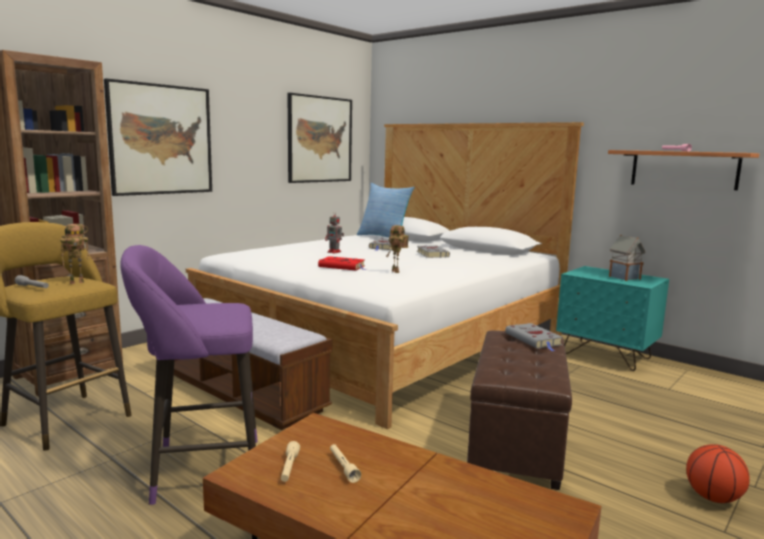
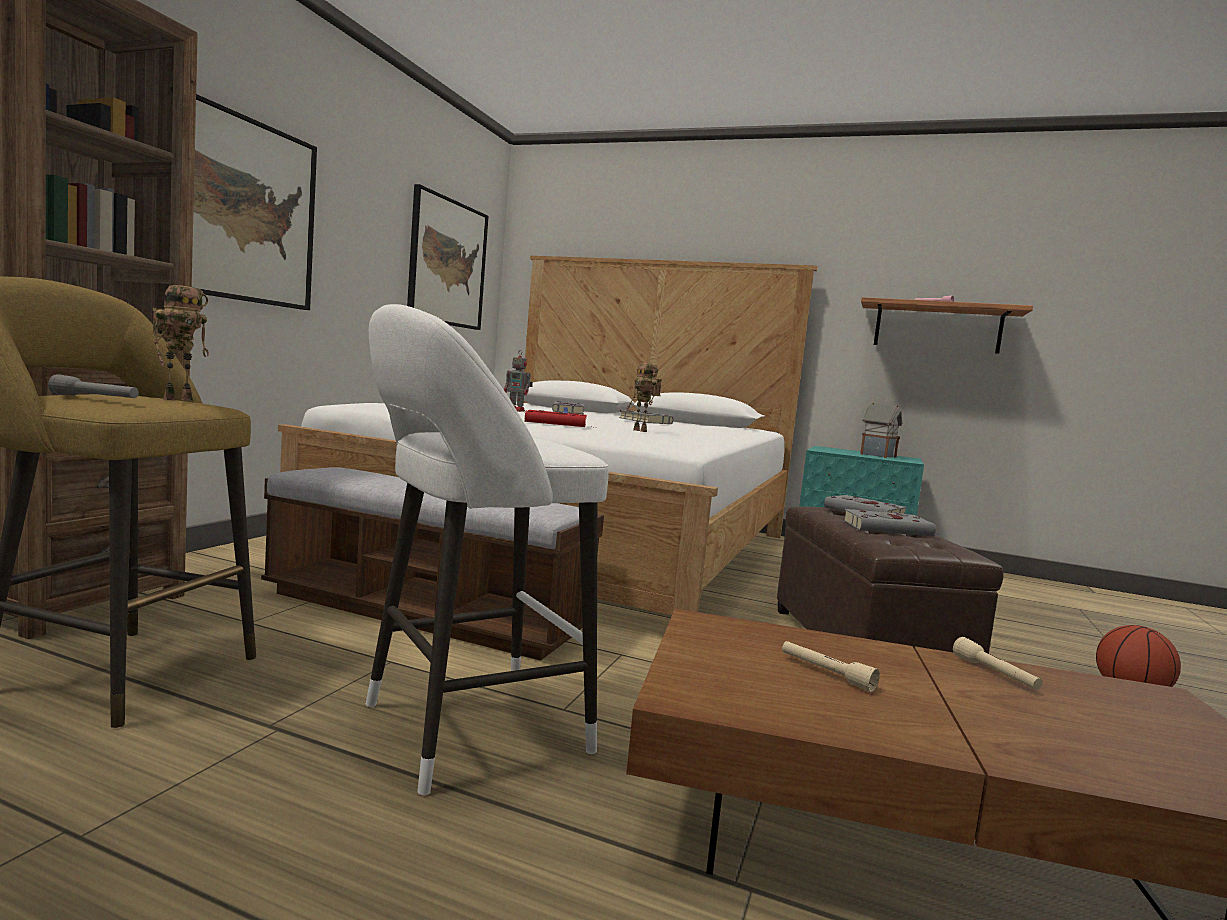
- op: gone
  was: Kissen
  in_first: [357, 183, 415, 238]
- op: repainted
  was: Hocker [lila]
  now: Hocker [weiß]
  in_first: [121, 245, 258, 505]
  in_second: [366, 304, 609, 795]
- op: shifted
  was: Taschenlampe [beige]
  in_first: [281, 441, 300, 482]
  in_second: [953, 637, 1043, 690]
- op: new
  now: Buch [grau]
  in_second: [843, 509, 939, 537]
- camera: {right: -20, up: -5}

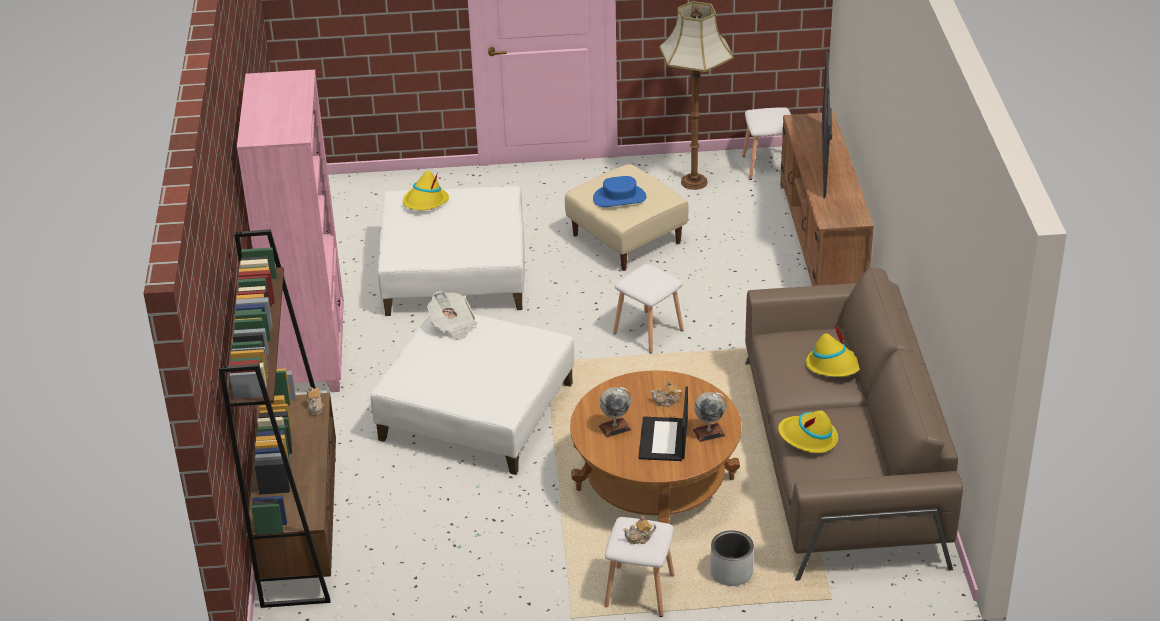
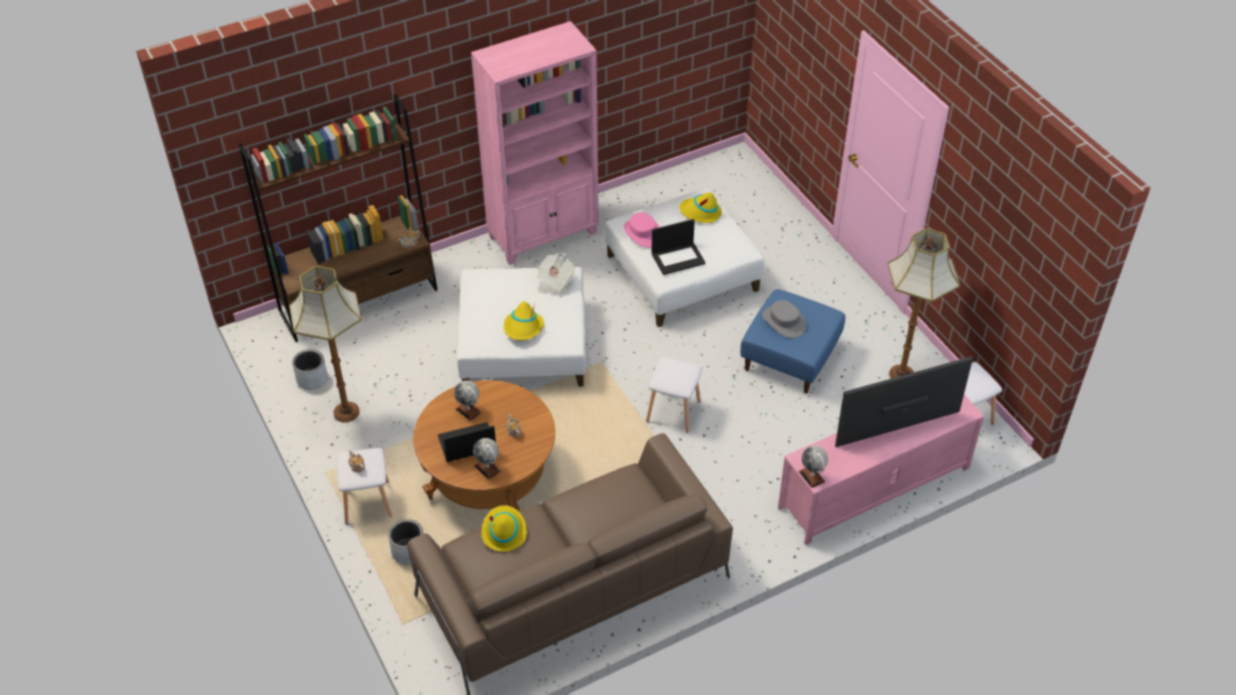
- op: repainted
  was: Fernsehschrank [braun]
  now: Fernsehschrank [rosa]
  in_first: [780, 112, 874, 286]
  in_second: [778, 395, 984, 545]
- op: repainted
  was: Polsterhocker [beige]
  now: Polsterhocker [blau]
  in_first: [565, 164, 689, 271]
  in_second: [740, 289, 845, 394]
- op: repainted
  was: Hut [blau]
  now: Hut [grau]
  in_first: [593, 176, 646, 207]
  in_second: [762, 300, 806, 338]
- op: shifted
  was: Hut [gelb]
  in_first: [806, 323, 860, 377]
  in_second: [504, 301, 544, 340]
- op: new
  now: Hut [rosa]
  in_second: [624, 212, 660, 248]
- op: new
  now: Laptop
  in_second: [652, 219, 706, 275]
- op: new
  now: Stehlampe
  in_second: [289, 266, 362, 422]
- op: new
  now: Pflanzkübel [grau]
  in_second: [292, 349, 328, 390]
- op: new
  now: Globus
  in_second: [799, 446, 828, 488]
- camera: {right: 65, up: 10}

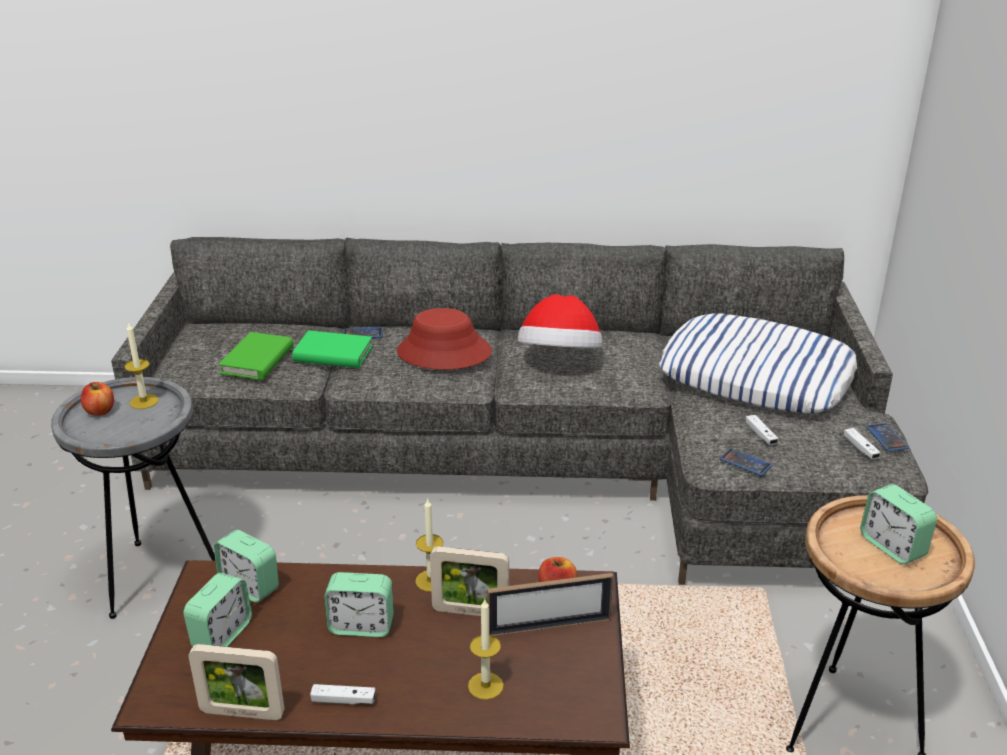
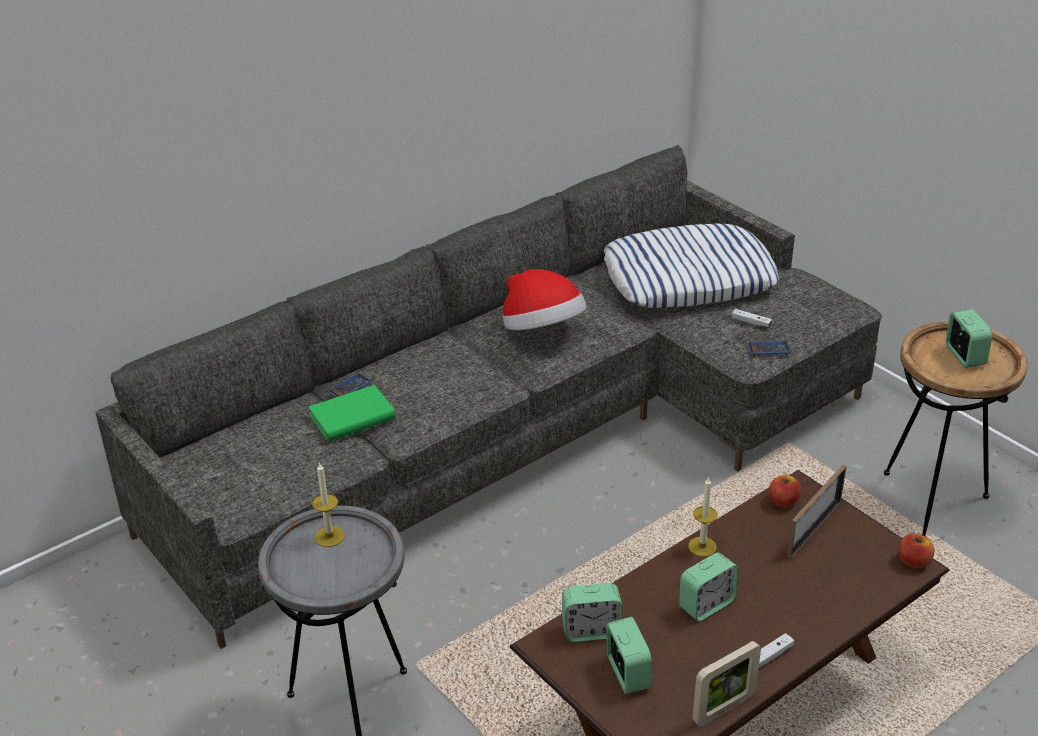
- op: gone
  was: Hut [rot]
  in_first: [397, 308, 492, 370]
- op: gone
  was: Buch [grün]
  in_first: [218, 332, 294, 380]
- op: shifted
  was: Apfel
  in_first: [81, 382, 114, 416]
  in_second: [898, 534, 935, 568]
- op: gone
  was: Handy
  in_first: [866, 423, 909, 451]
- op: gone
  was: Gamepad [weiß]
  in_first: [844, 428, 881, 459]
- op: rotated
  was: Wecker
  in_first: [860, 484, 937, 564]
  in_second: [946, 309, 992, 368]
  clockwise: -120
- op: gone
  was: Bilderrahmen
  in_first: [430, 546, 509, 616]
- op: gone
  was: Kerze
  in_first: [468, 599, 504, 700]
- camera: {right: -40, up: 5}

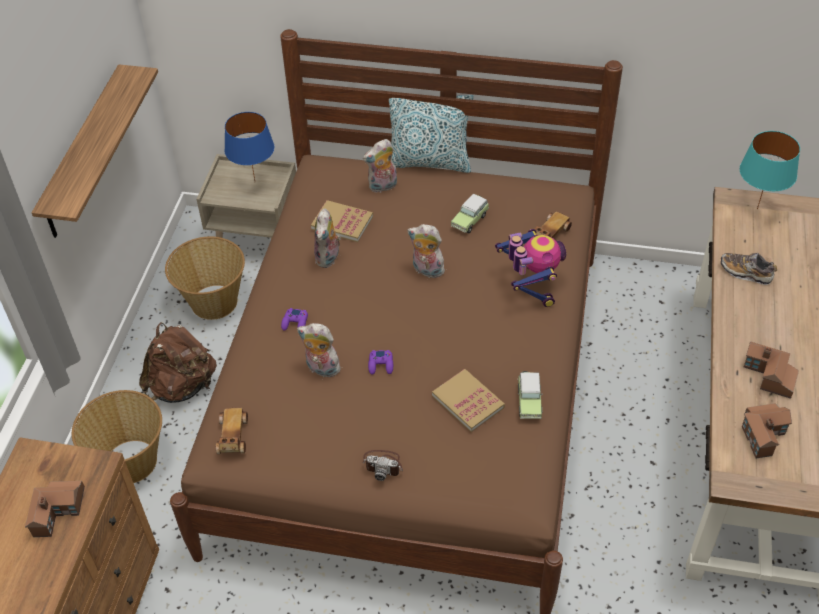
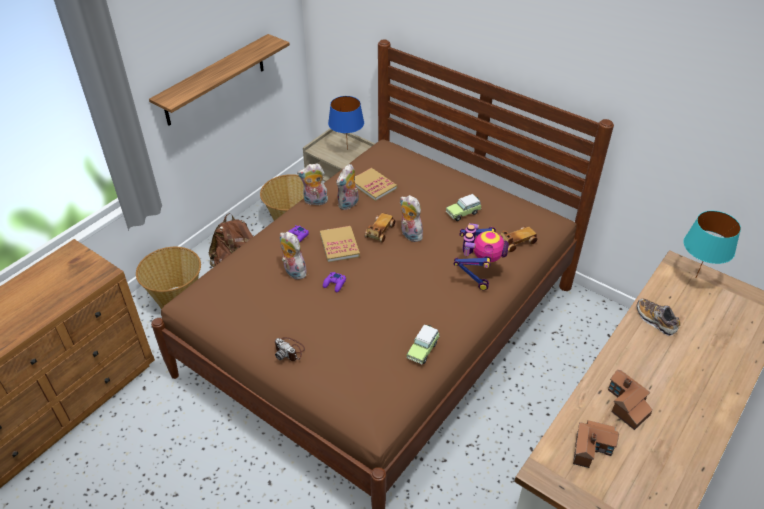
- op: gone
  was: Kissen
  in_first: [389, 95, 474, 173]
- op: shifted
  was: Plüschtier
  in_first: [363, 139, 397, 193]
  in_second: [297, 163, 330, 206]
- op: shifted
  was: Buch
  in_first: [432, 369, 505, 432]
  in_second: [320, 226, 360, 263]
- op: shifted
  was: Spielzeugauto
  in_first: [216, 408, 248, 454]
  in_second: [364, 213, 395, 243]
- op: gone
  was: Spielzeughaus
  in_first: [25, 481, 85, 537]
- camera: {right: 25, up: -5}

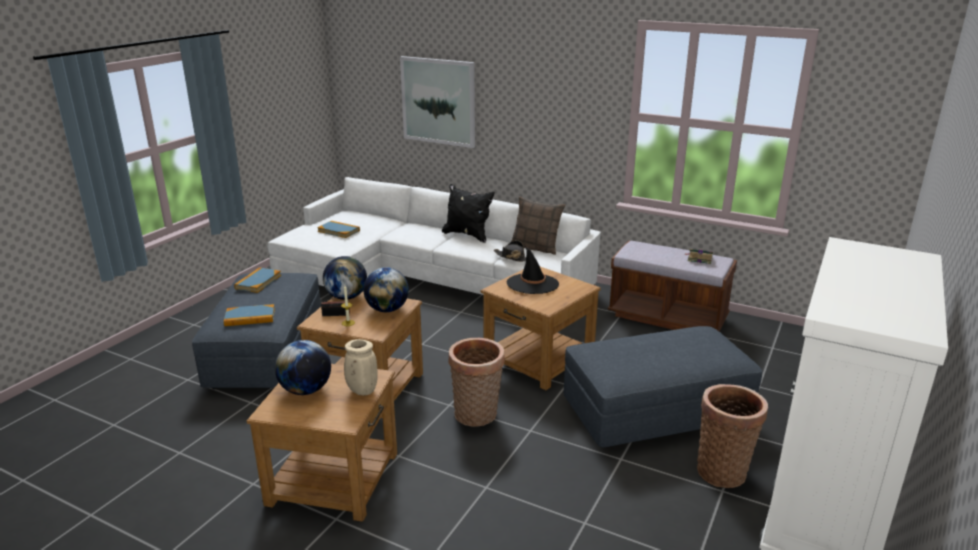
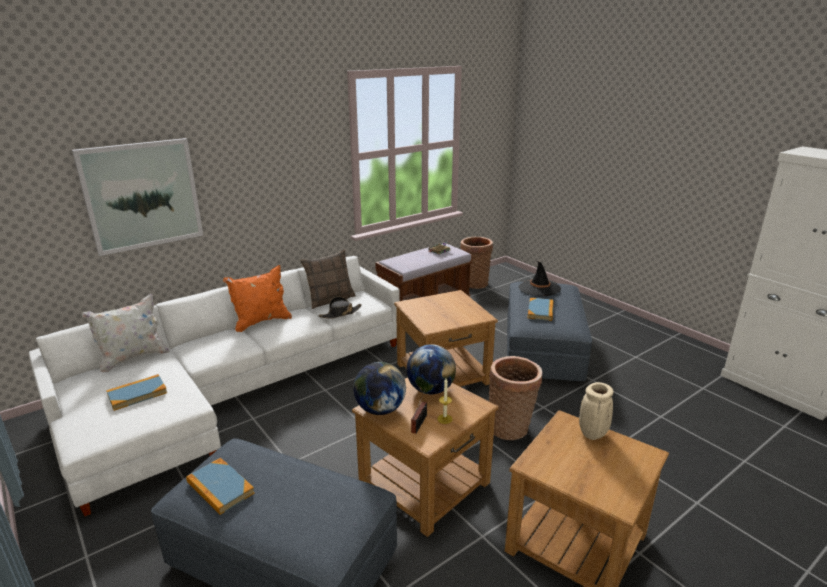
- op: repainted
  was: Kissen [schwarz]
  now: Kissen [orange]
  in_first: [442, 184, 495, 243]
  in_second: [223, 265, 292, 332]
- op: shifted
  was: Hut [schwarz]
  in_first: [507, 246, 559, 294]
  in_second: [519, 261, 561, 296]
- op: shifted
  was: Buch
  in_first: [224, 304, 275, 326]
  in_second: [528, 298, 553, 321]
- op: gone
  was: Globus
  in_first: [275, 340, 331, 395]
- op: shifted
  was: Korb
  in_first: [697, 384, 768, 488]
  in_second: [460, 237, 493, 289]
- op: new
  now: Kissen [weiß]
  in_second: [82, 294, 170, 373]
- camera: {right: -65, up: 0}

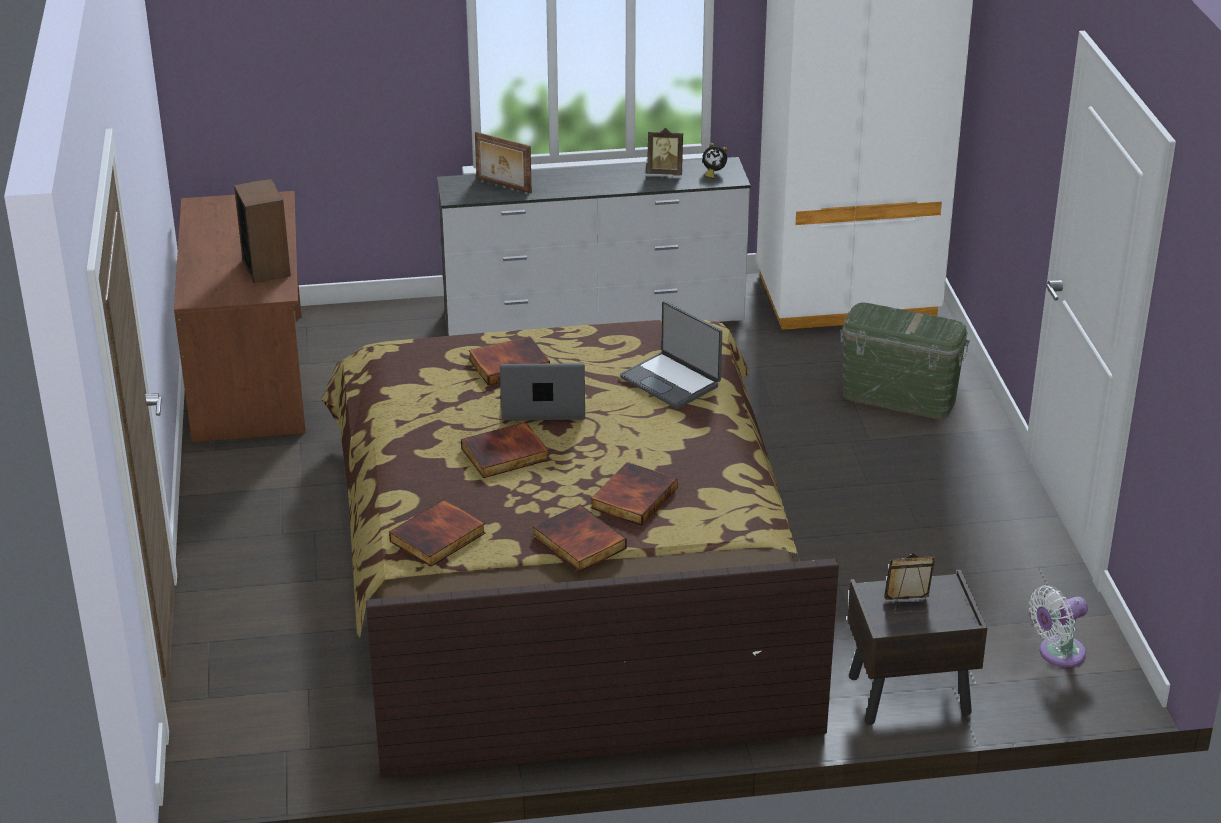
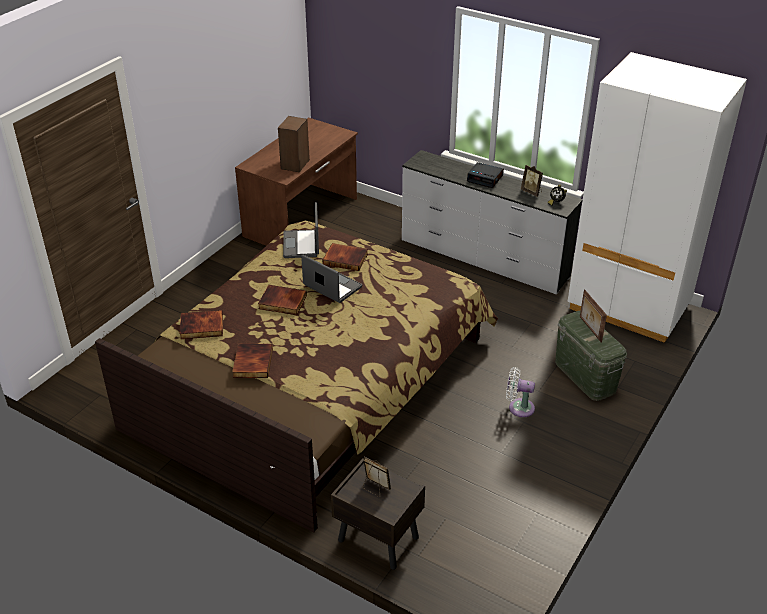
- op: shifted
  was: Bilderrahmen
  in_first: [475, 132, 532, 193]
  in_second: [580, 290, 607, 343]
- op: shifted
  was: Laptop
  in_first: [620, 301, 722, 409]
  in_second: [283, 202, 319, 258]
- op: gone
  was: Buch
  in_first: [591, 462, 678, 526]
- op: shifted
  was: Ventilator [weiß]
  in_first: [1030, 586, 1088, 667]
  in_second: [506, 367, 535, 417]
- op: new
  now: Wecker
  in_second: [467, 162, 504, 188]
- camera: {right: 40, up: 5}

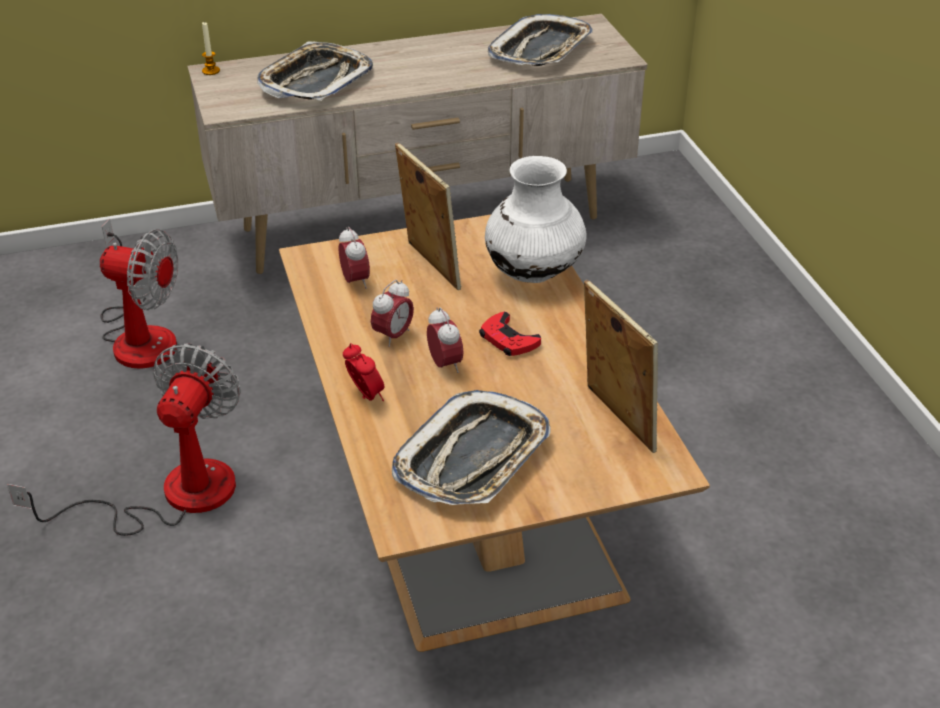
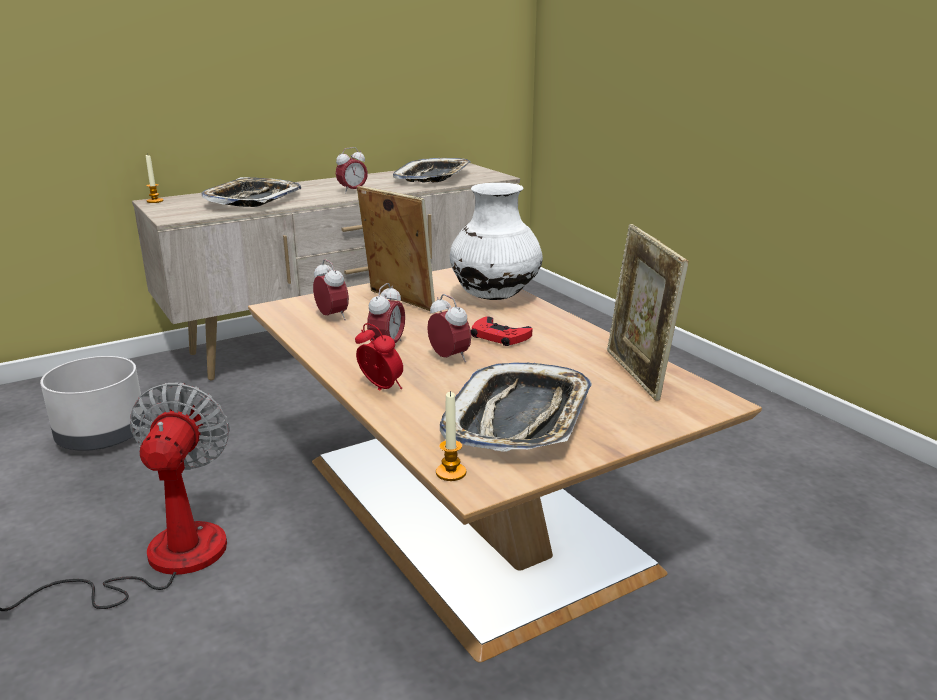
- op: swapped
  was: Ventilator
  now: Pflanzkübel [grau]
  in_first: [100, 218, 178, 369]
  in_second: [40, 356, 146, 451]
- op: rotated
  was: Bilderrahmen
  in_first: [584, 280, 658, 453]
  in_second: [607, 224, 689, 401]
  clockwise: -150
- op: new
  now: Wecker
  in_second: [336, 147, 368, 194]
- op: new
  now: Kerze
  in_second: [436, 391, 466, 481]
- camera: {right: -15, up: -15}

